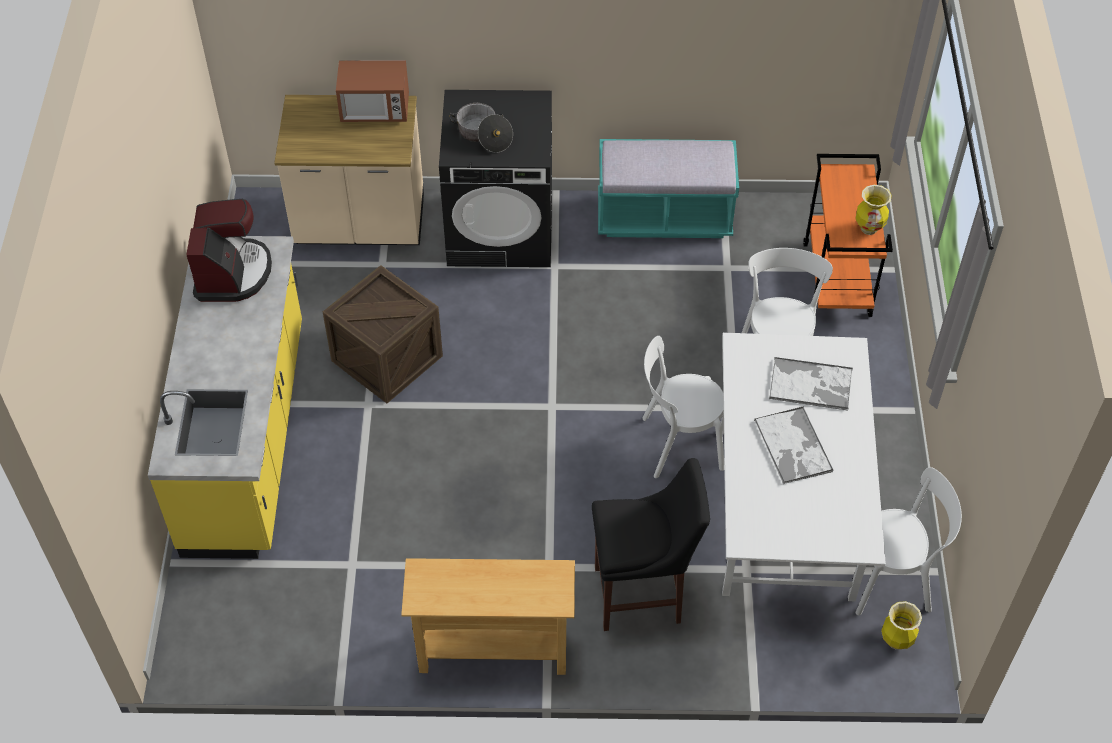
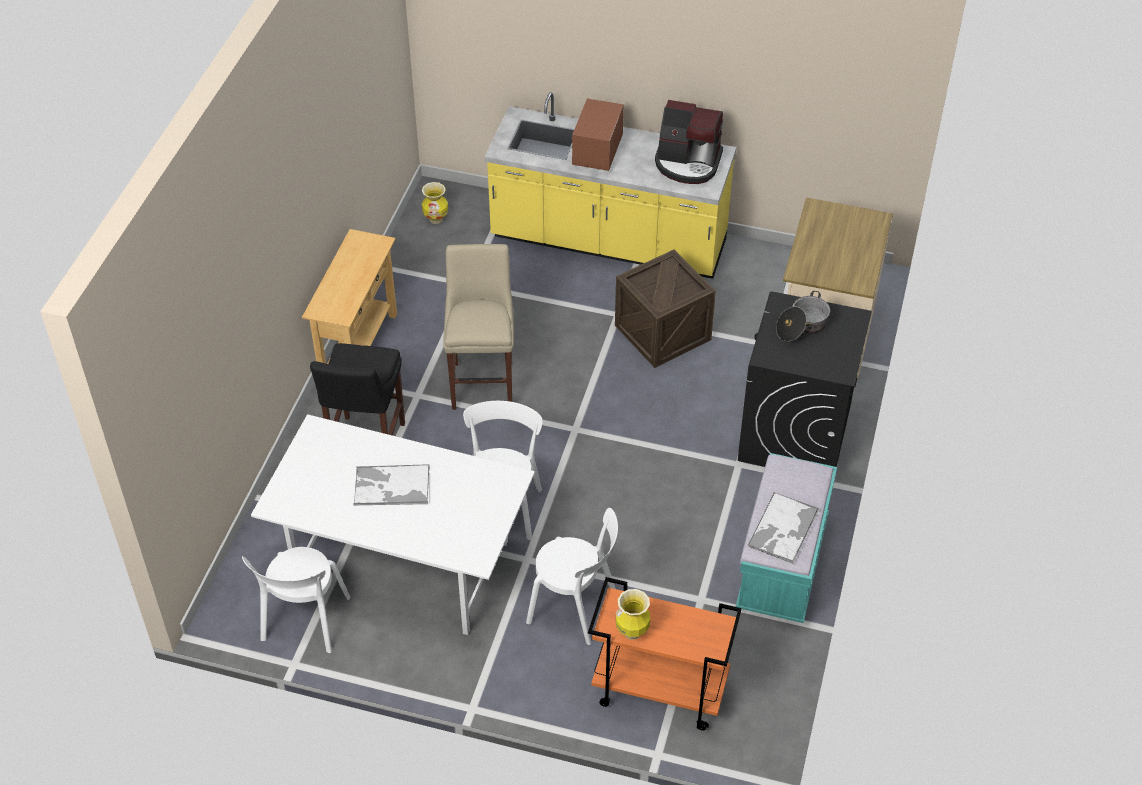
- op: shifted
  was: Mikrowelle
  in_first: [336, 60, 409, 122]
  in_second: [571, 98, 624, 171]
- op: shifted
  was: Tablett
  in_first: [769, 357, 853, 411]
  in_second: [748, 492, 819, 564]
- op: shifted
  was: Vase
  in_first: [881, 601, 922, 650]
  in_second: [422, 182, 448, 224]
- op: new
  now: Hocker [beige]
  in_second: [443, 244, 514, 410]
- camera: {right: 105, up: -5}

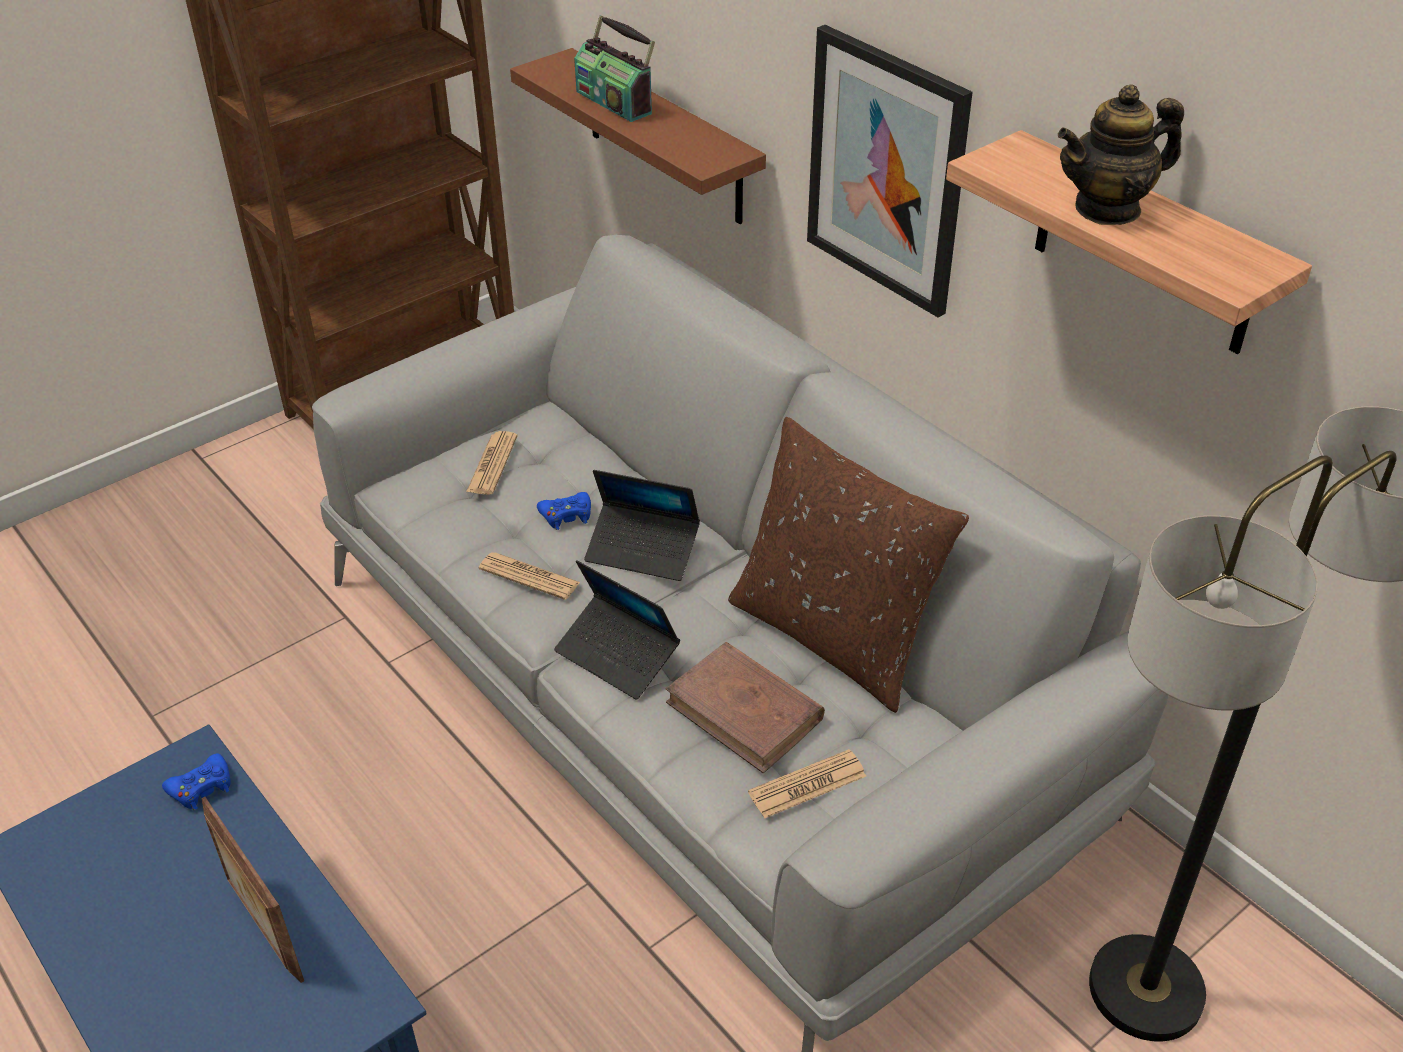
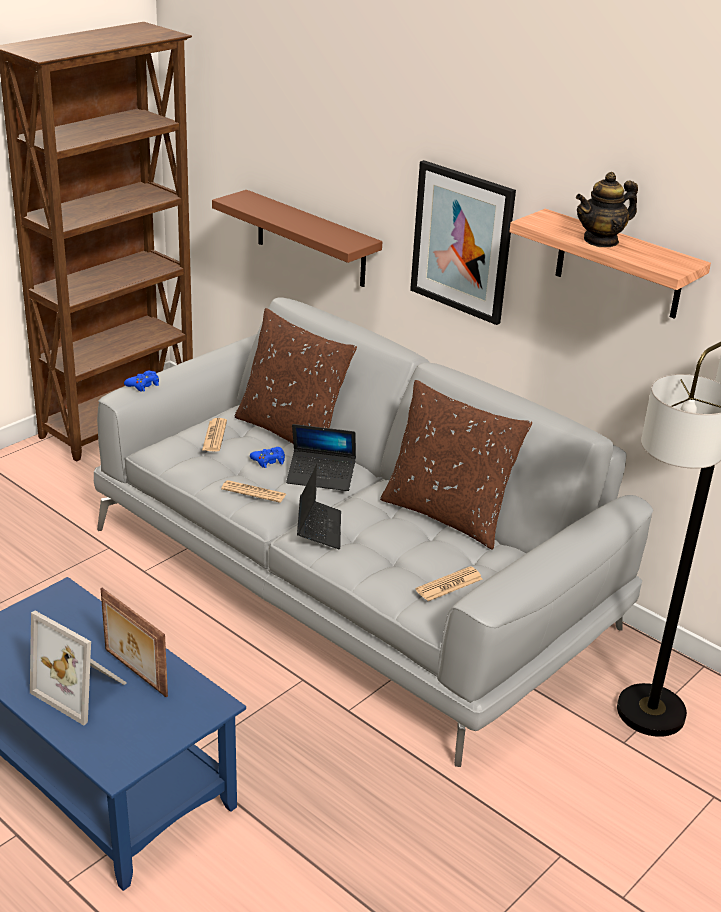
- op: gone
  was: Radio
  in_first: [574, 15, 655, 122]
- op: rotated
  was: Laptop
  in_first: [554, 560, 680, 700]
  in_second: [297, 463, 341, 549]
  clockwise: -120
- op: gone
  was: Buch [braun]
  in_first: [666, 642, 825, 773]
- op: shifted
  was: Gamepad [blau]
  in_first: [162, 753, 230, 810]
  in_second: [124, 371, 159, 392]
- op: new
  now: Kissen [braun]
  in_second: [235, 308, 357, 444]
- op: new
  now: Bilderrahmen
  in_second: [30, 611, 127, 726]
- camera: {right: -10, up: -10}

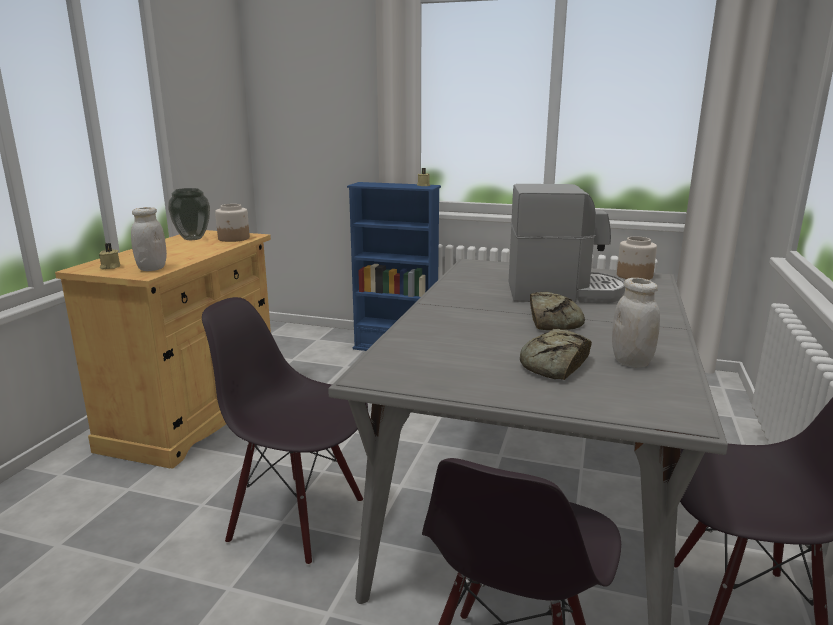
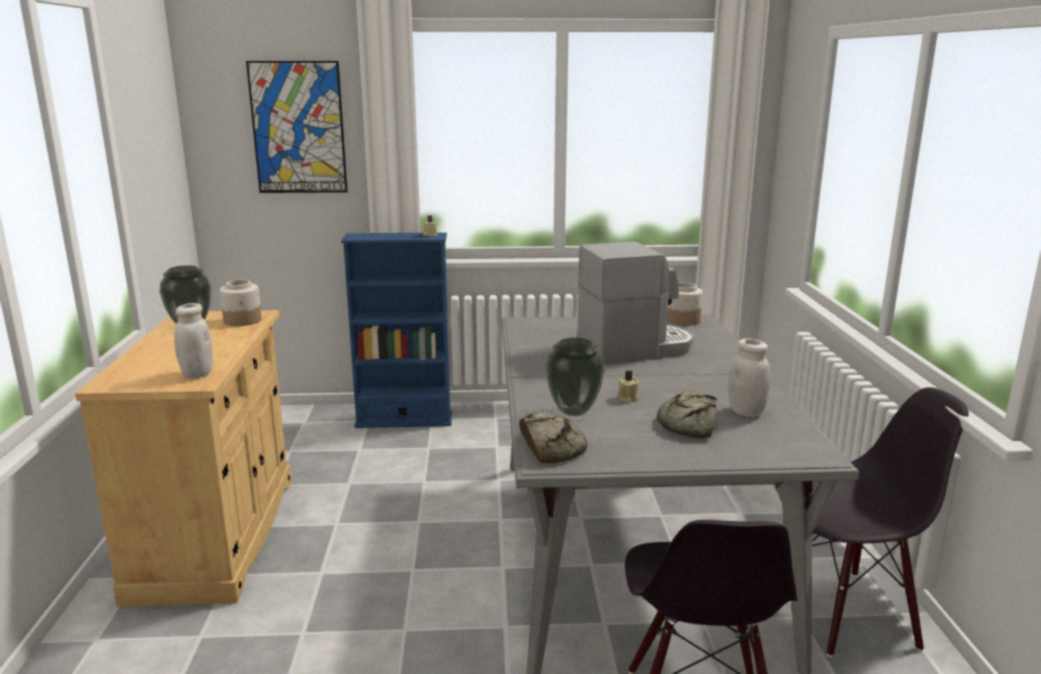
- op: shifted
  was: Kerze [beige]
  in_first: [99, 243, 120, 269]
  in_second: [618, 371, 639, 403]
- op: shifted
  was: Brot
  in_first: [530, 292, 585, 331]
  in_second: [519, 412, 588, 463]
- op: gone
  was: Stuhl [schwarz]
  in_first: [202, 297, 368, 565]
- op: new
  now: Bild
  in_second: [246, 61, 348, 193]
- op: new
  now: Vase
  in_second: [545, 338, 605, 416]
- camera: {right: -20, up: 0}

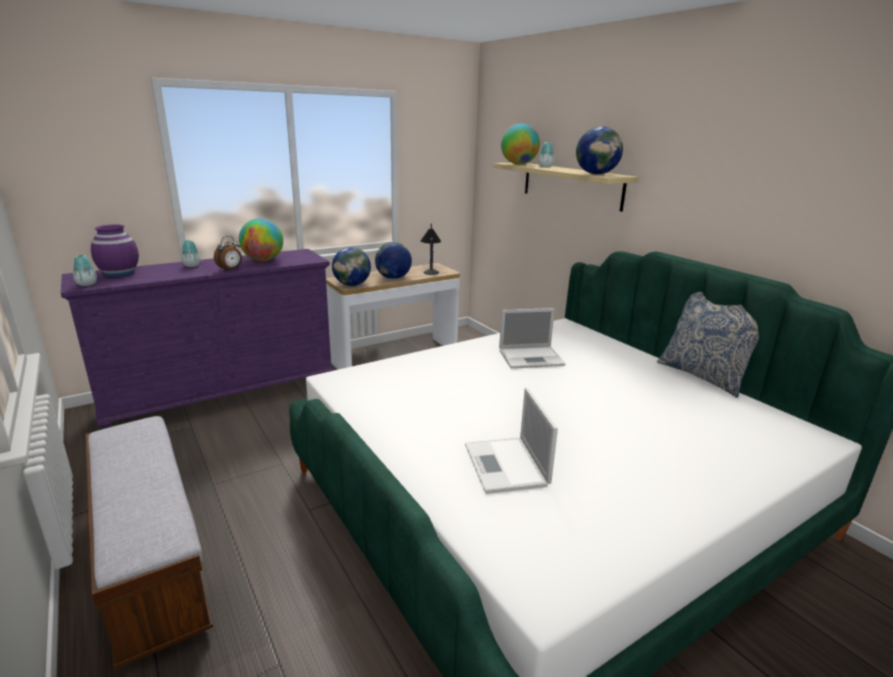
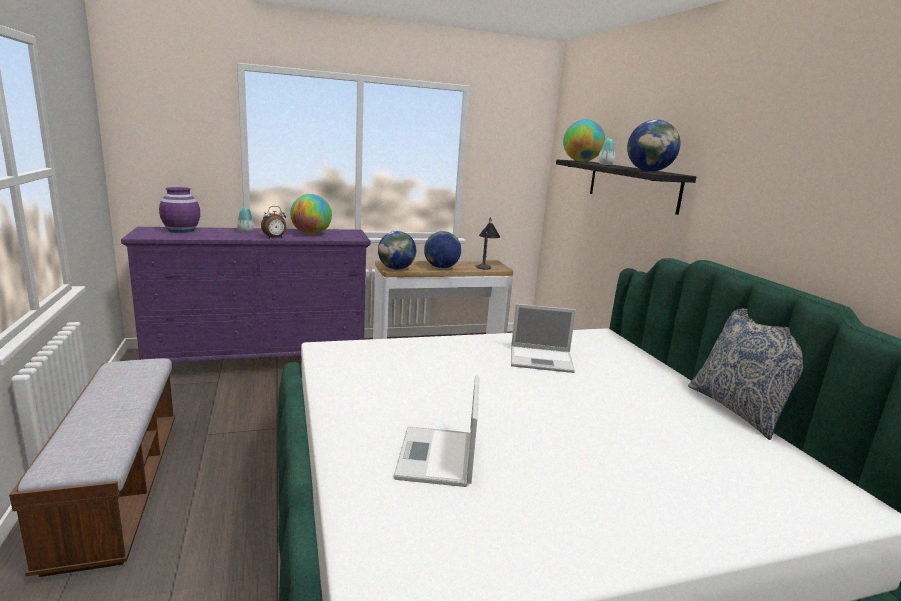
- op: repainted
  was: Wandregal [beige]
  now: Wandregal [schwarz]
  in_first: [493, 163, 639, 212]
  in_second: [556, 159, 696, 215]
- op: gone
  was: Vase
  in_first: [73, 255, 97, 286]
- camera: {right: 15, up: -5}

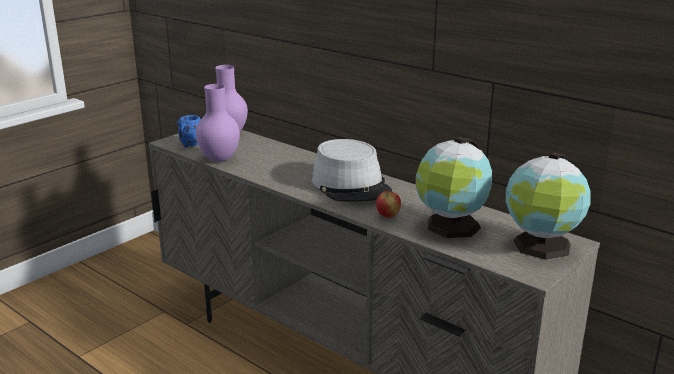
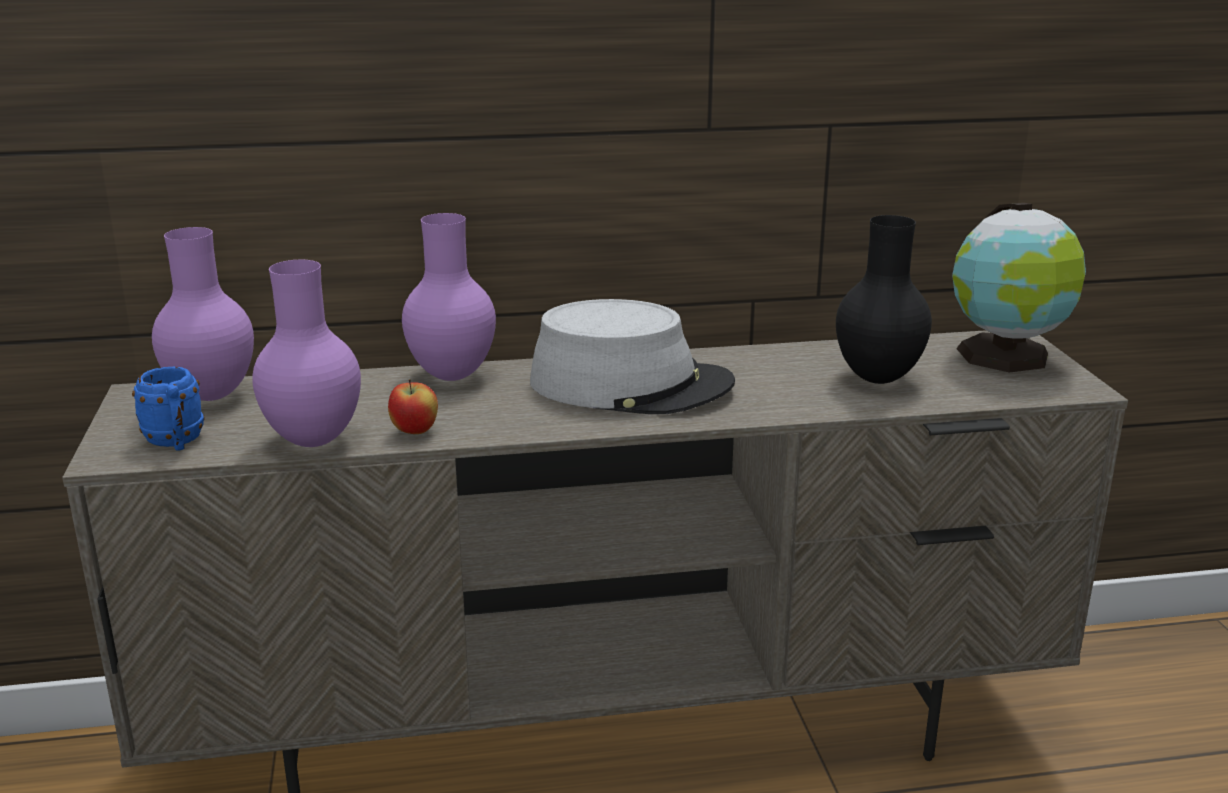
- op: swapped
  was: Globus
  now: Vase [schwarz]
  in_first: [416, 138, 492, 238]
  in_second: [836, 215, 932, 384]
- op: shifted
  was: Apfel
  in_first: [376, 191, 401, 218]
  in_second: [388, 379, 438, 434]
- op: new
  now: Vase [lila]
  in_second: [402, 213, 496, 381]
- camera: {right: -50, up: 0}

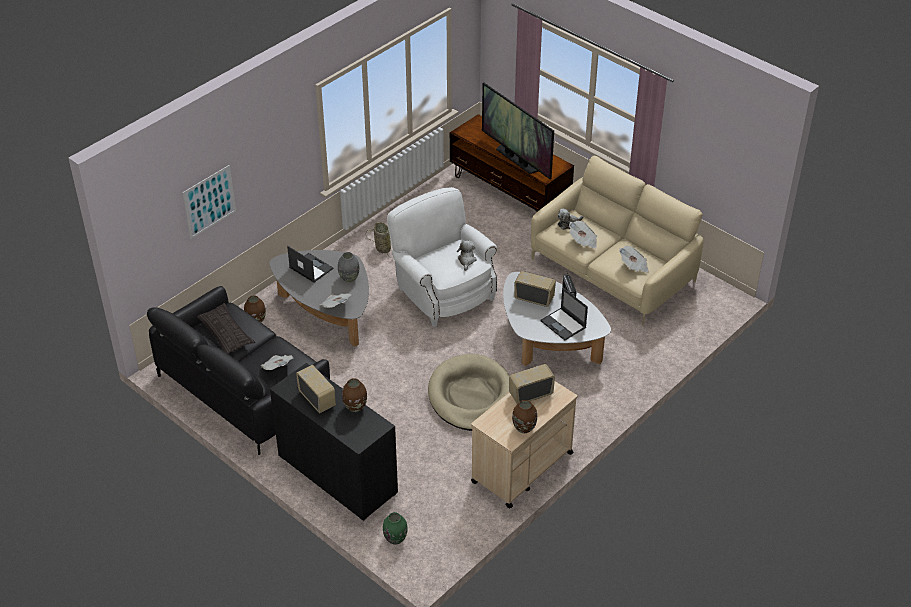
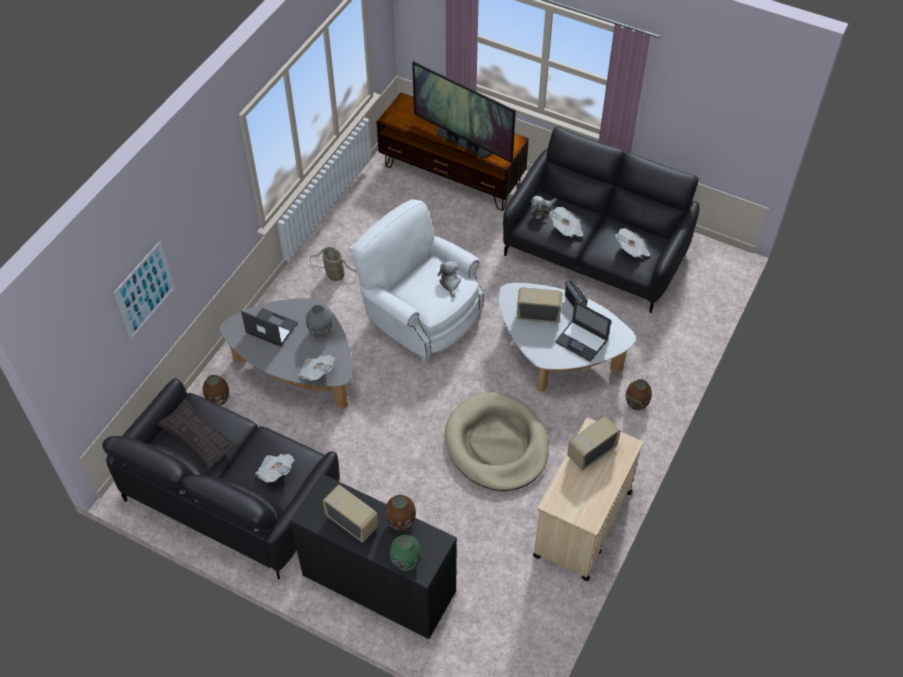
- op: repainted
  was: Sofa [beige]
  now: Sofa [schwarz]
  in_first: [531, 156, 704, 326]
  in_second: [503, 127, 700, 313]
- op: shifted
  was: Vase [braun]
  in_first: [512, 400, 537, 433]
  in_second: [626, 379, 652, 410]
- op: shifted
  was: Vase [grün]
  in_first: [383, 512, 408, 545]
  in_second: [390, 535, 421, 571]
- camera: {right: -15, up: 10}

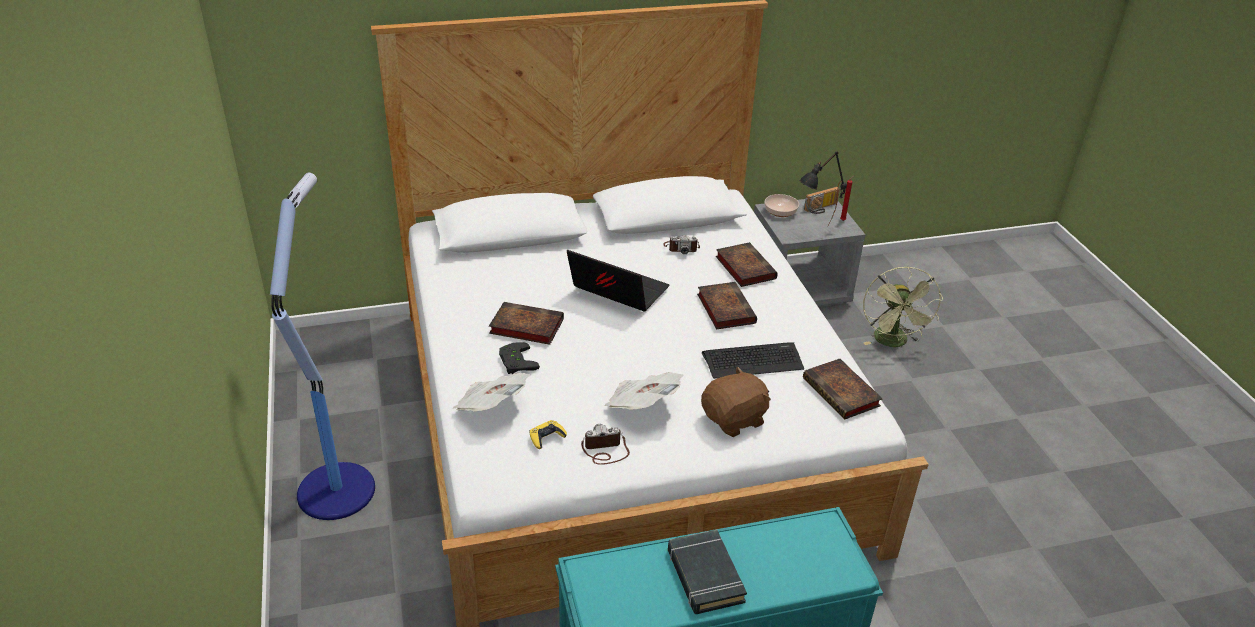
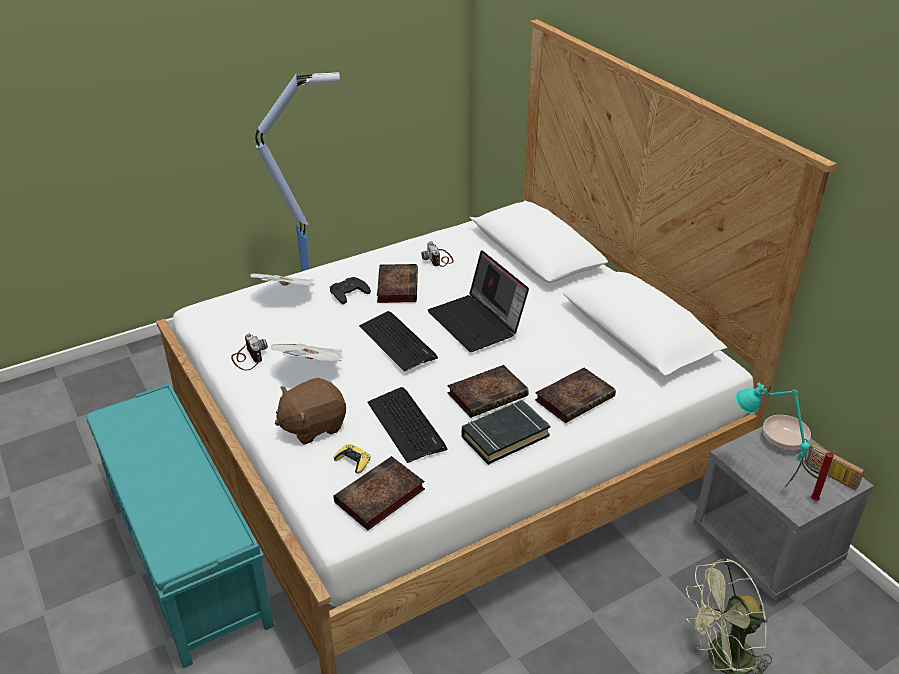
- op: repainted
  was: Tischlampe [schwarz]
  now: Tischlampe [türkis]
  in_first: [799, 151, 847, 227]
  in_second: [735, 382, 810, 487]
- op: shifted
  was: Kamera
  in_first: [663, 235, 700, 254]
  in_second: [421, 241, 454, 267]
- op: rotated
  was: Laptop
  in_first: [567, 250, 670, 311]
  in_second: [427, 250, 529, 352]
  clockwise: 135
- op: rotated
  was: Plüschtier [braun]
  in_first: [701, 366, 771, 437]
  in_second: [275, 378, 346, 445]
  clockwise: 105
- op: shifted
  was: Gamepad [gelb]
  in_first: [529, 420, 567, 449]
  in_second: [334, 444, 371, 474]
- op: shifted
  was: Buch [schwarz]
  in_first: [668, 530, 747, 614]
  in_second: [462, 400, 551, 465]
- op: new
  now: Tastatur
  in_second: [359, 311, 438, 372]
- camera: {right: 75, up: 0}

